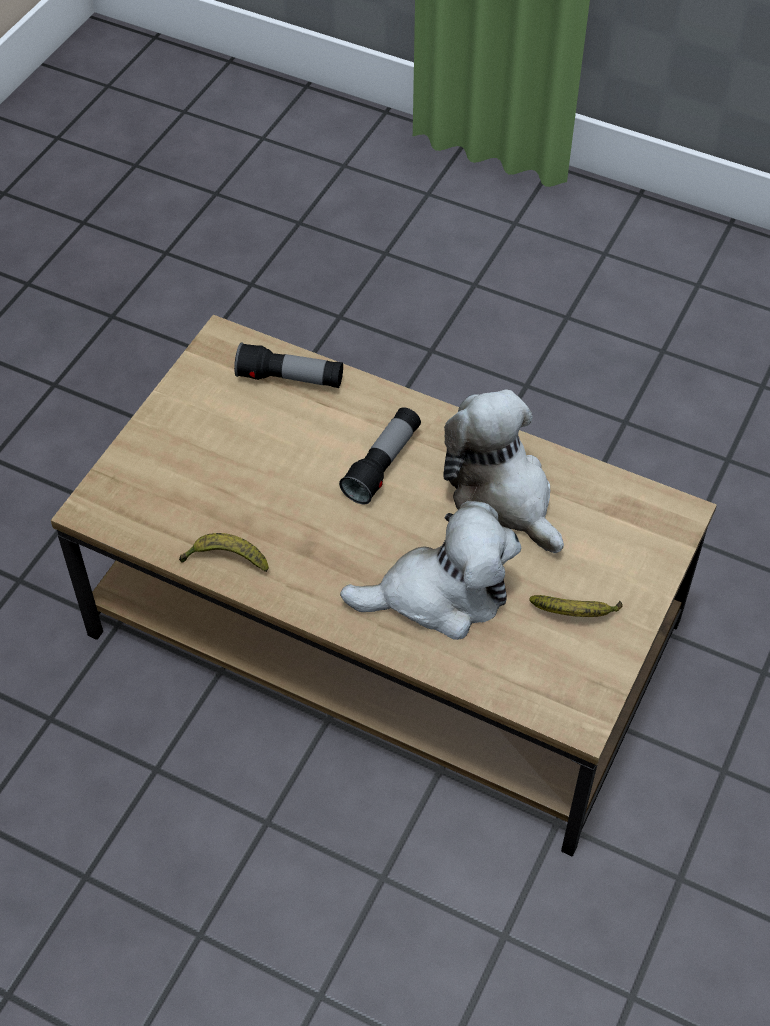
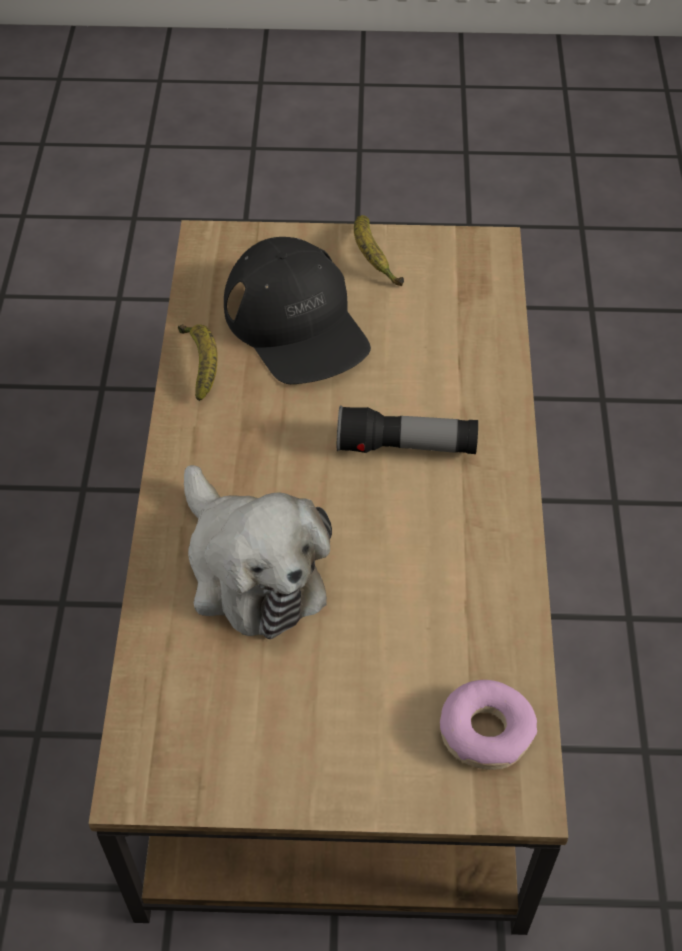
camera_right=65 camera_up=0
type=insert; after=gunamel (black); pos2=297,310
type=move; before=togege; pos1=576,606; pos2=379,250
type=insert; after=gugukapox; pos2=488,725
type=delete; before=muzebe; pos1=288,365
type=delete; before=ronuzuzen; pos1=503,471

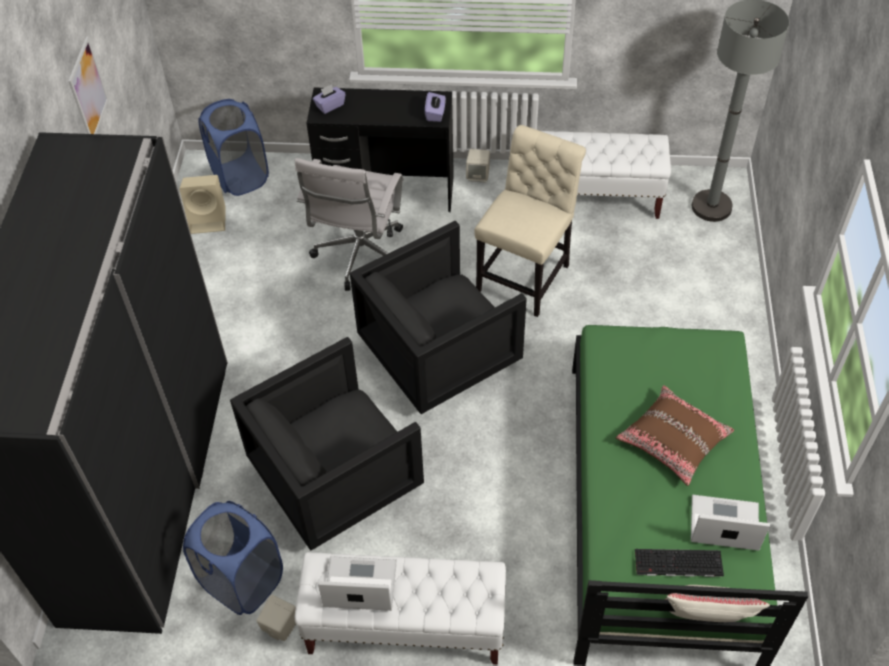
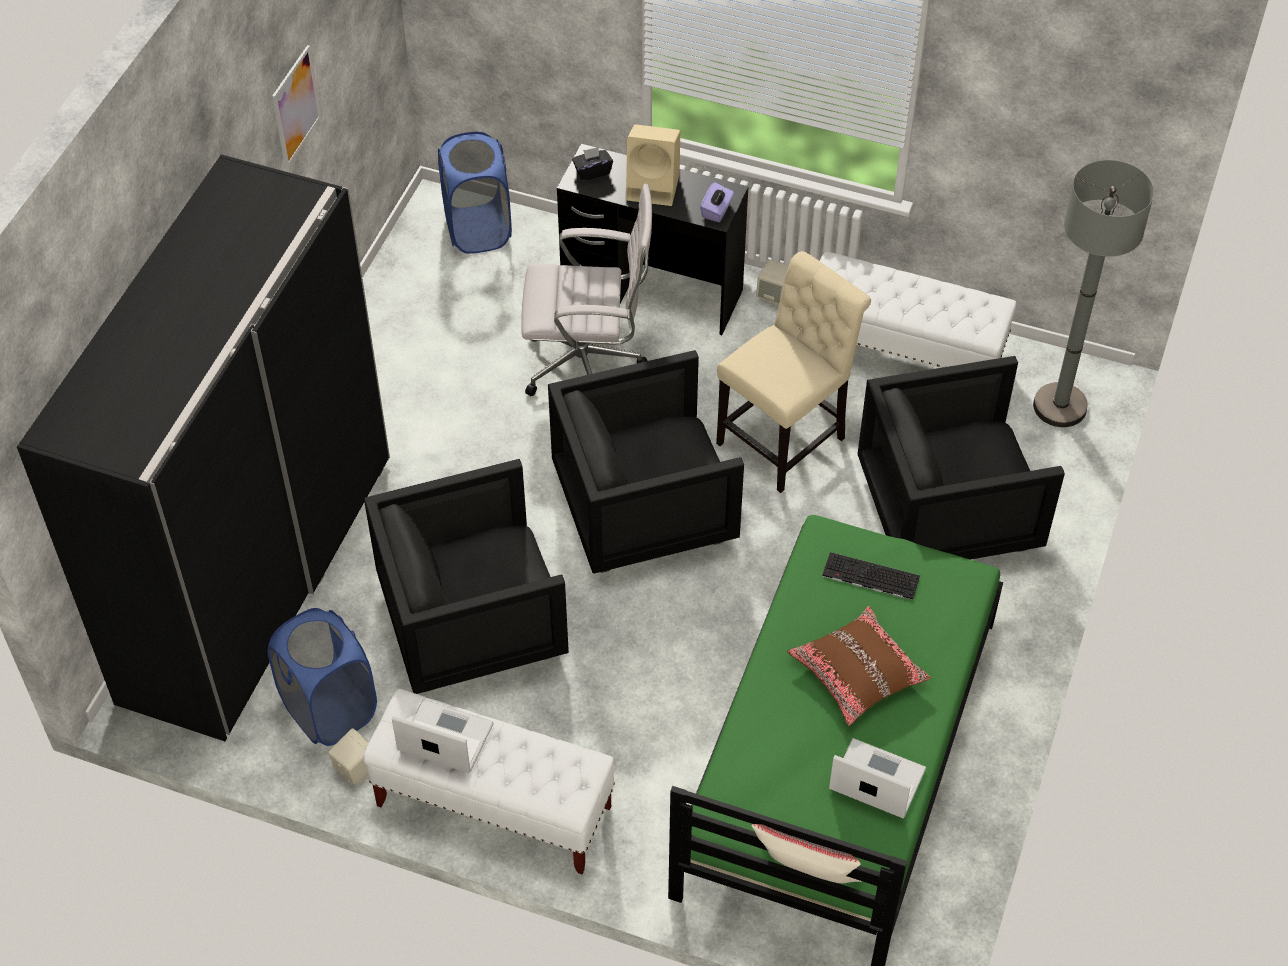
camera_right=15 camera_up=0
type=rotate; before=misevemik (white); pos1=349,224; pos2=587,290; turn=-120
type=recolor; before=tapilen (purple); after=tapilen (black); pos1=329,99; pos2=592,164
type=move; before=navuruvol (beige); pos1=202,204; pos2=653,165
type=move; before=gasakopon; pos1=679,563; pos2=871,576
type=insert; after=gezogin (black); pos2=961,458

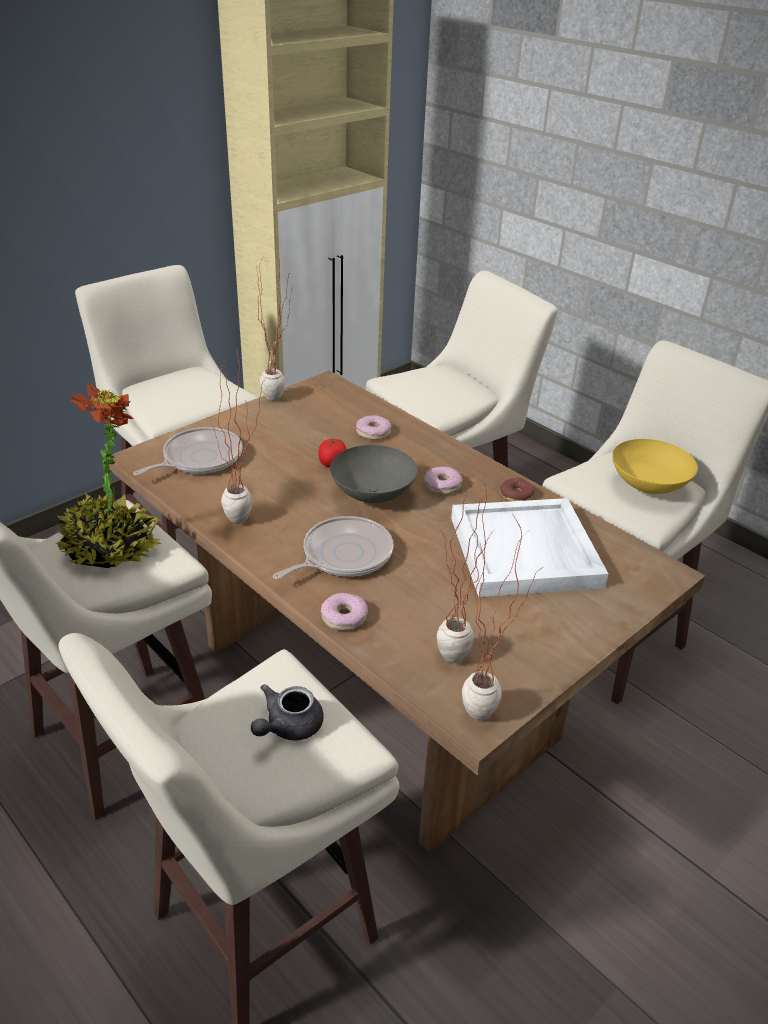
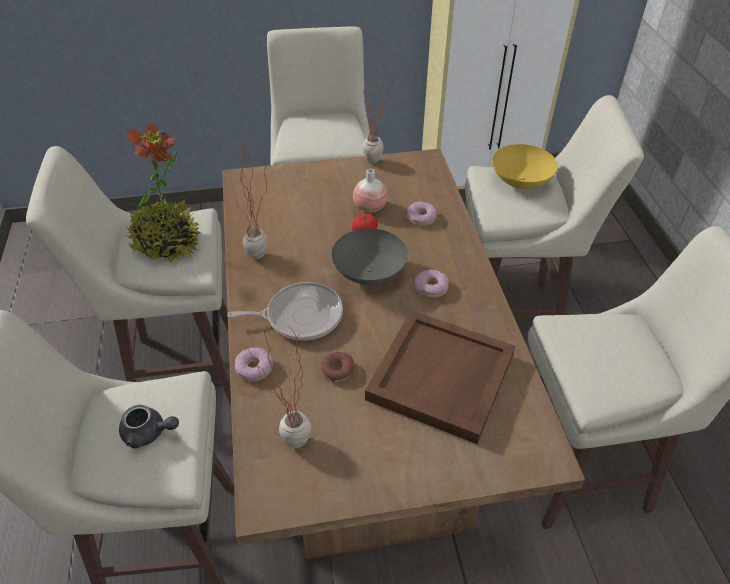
camera_right=35 camera_up=10
type=rotate; before=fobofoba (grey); pos1=287,712; pos2=149,426; turn=-150
type=move; before=gugukapox; pos1=517,490; pos2=337,367
type=insert; after=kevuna; pos2=370,191
type=recolor; before=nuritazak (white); after=nuritazak (brown); pos1=529,547; pos2=440,377
type=move; before=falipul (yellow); pos1=655,466; pos2=525,166
type=delete; before=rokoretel; pos1=188,451
type=delete; before=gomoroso; pos1=502,617

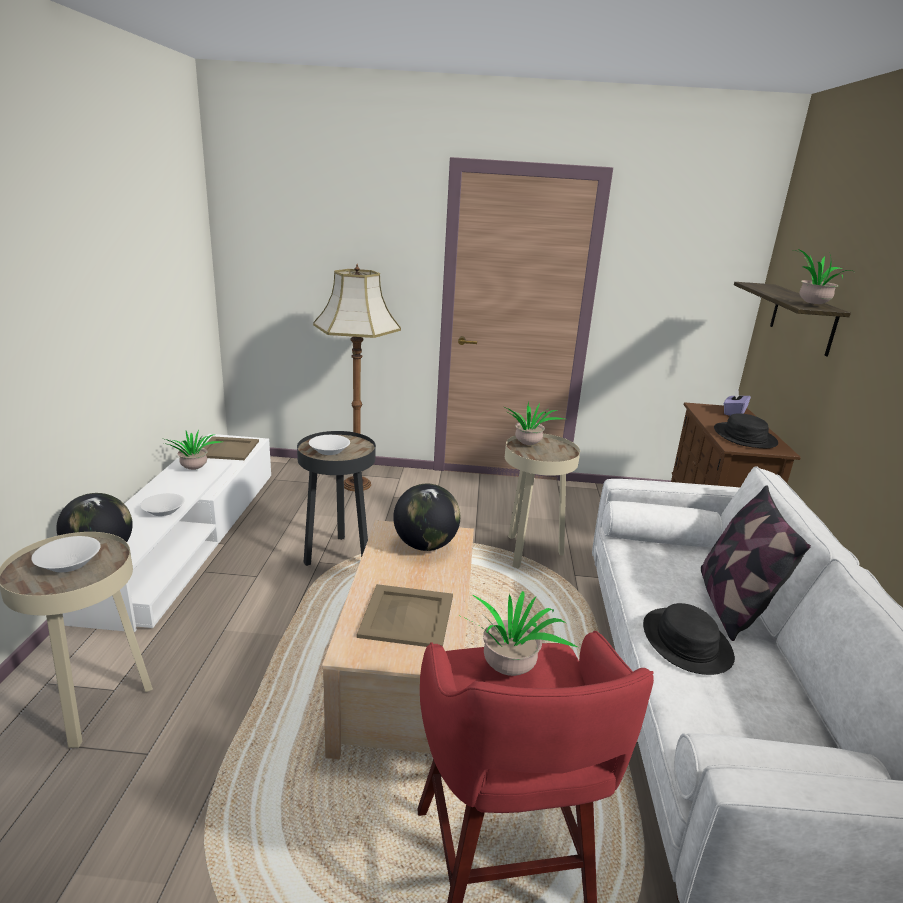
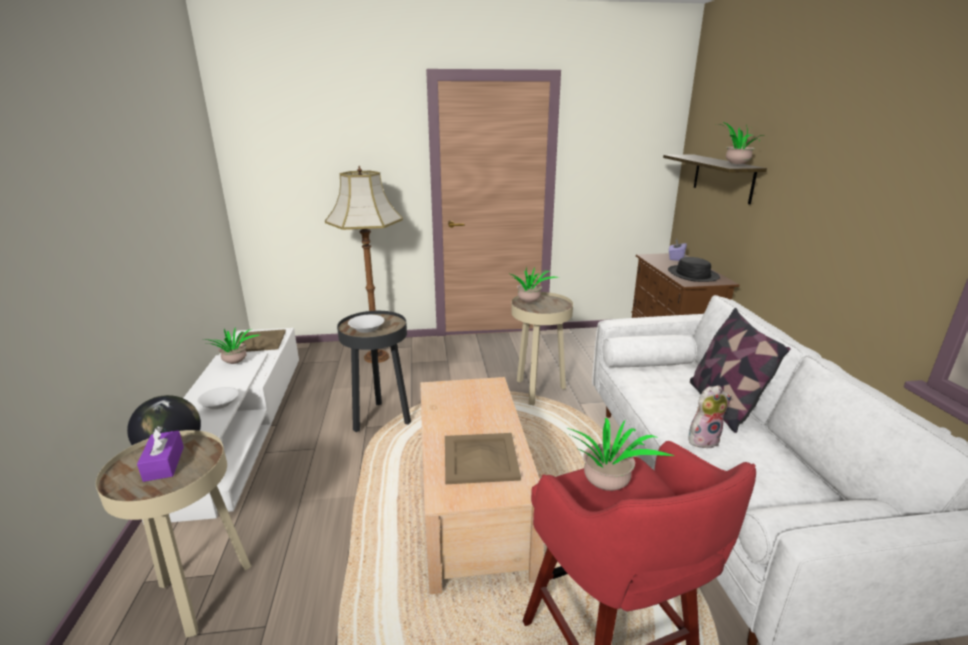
camera_right=-10 camera_up=0
type=replace; before=falipul (white); after=tapilen (purple); pos1=65,554; pos2=160,454
type=replace; before=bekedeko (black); after=ronuzuzen; pos1=689,639; pos2=710,417
type=delete; before=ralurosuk; pos1=426,517

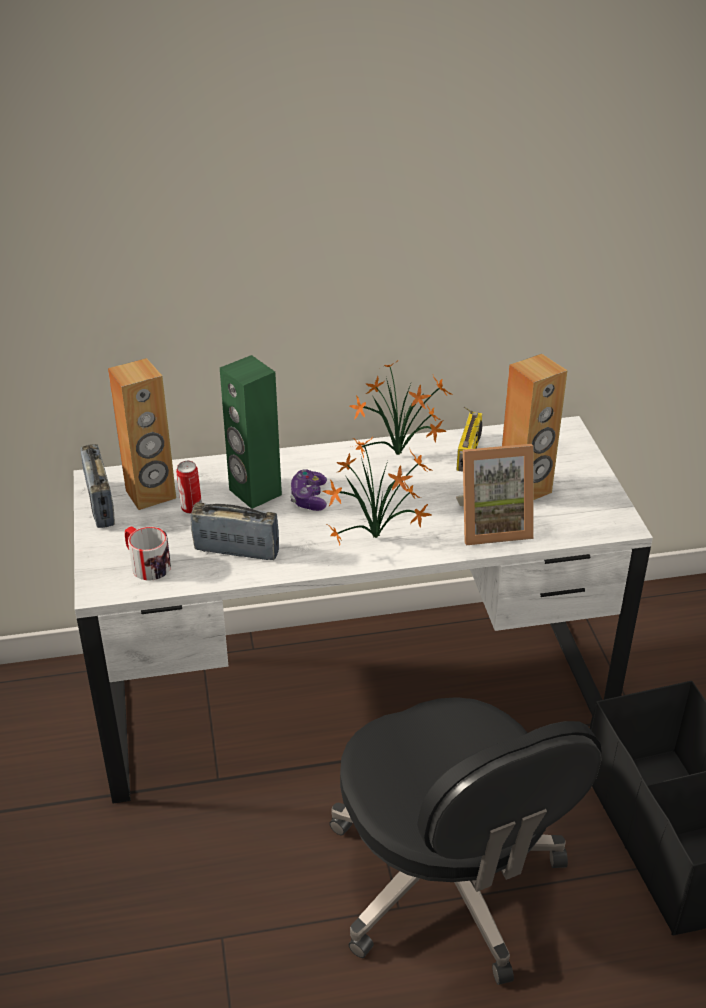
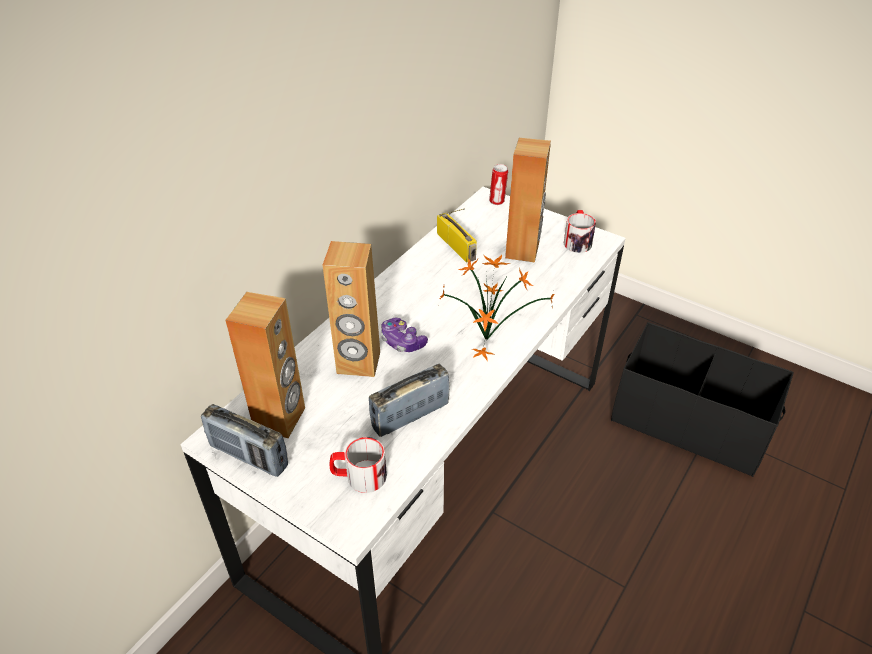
camera_right=-45 camera_up=5
type=recolor; before=navuruvol (green); after=navuruvol (brown); pos1=251,432; pos2=351,309
type=move; before=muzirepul; pos1=189,487; pos2=498,184
type=insert; after=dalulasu; pos2=580,231
type=delete; before=misevemik (black); pos1=465,841
type=delete; before=gomoroso; pos1=401,409
type=delete; before=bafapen; pos1=495,494

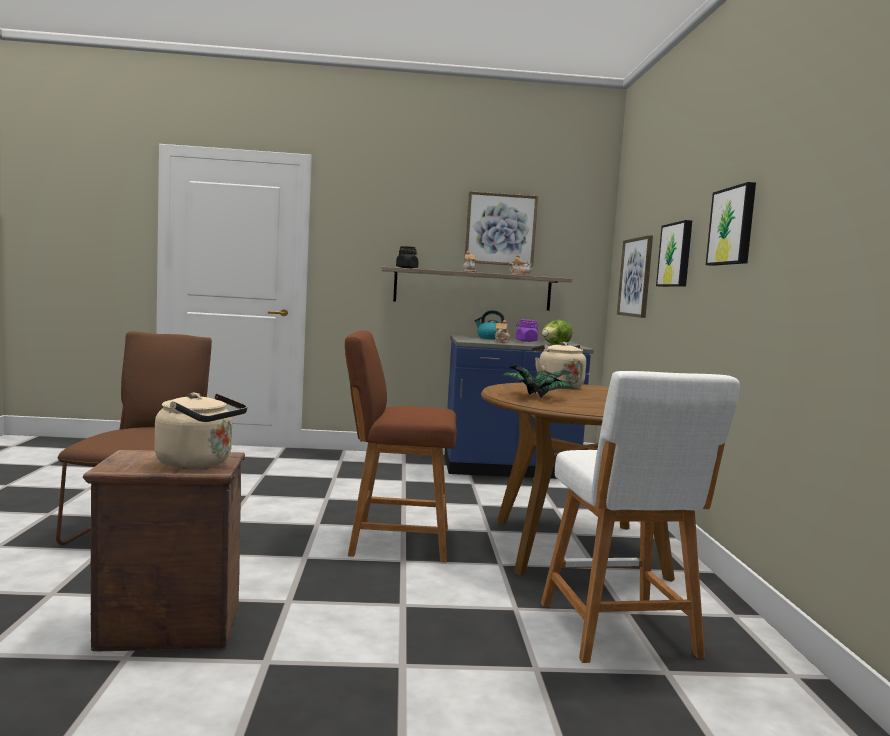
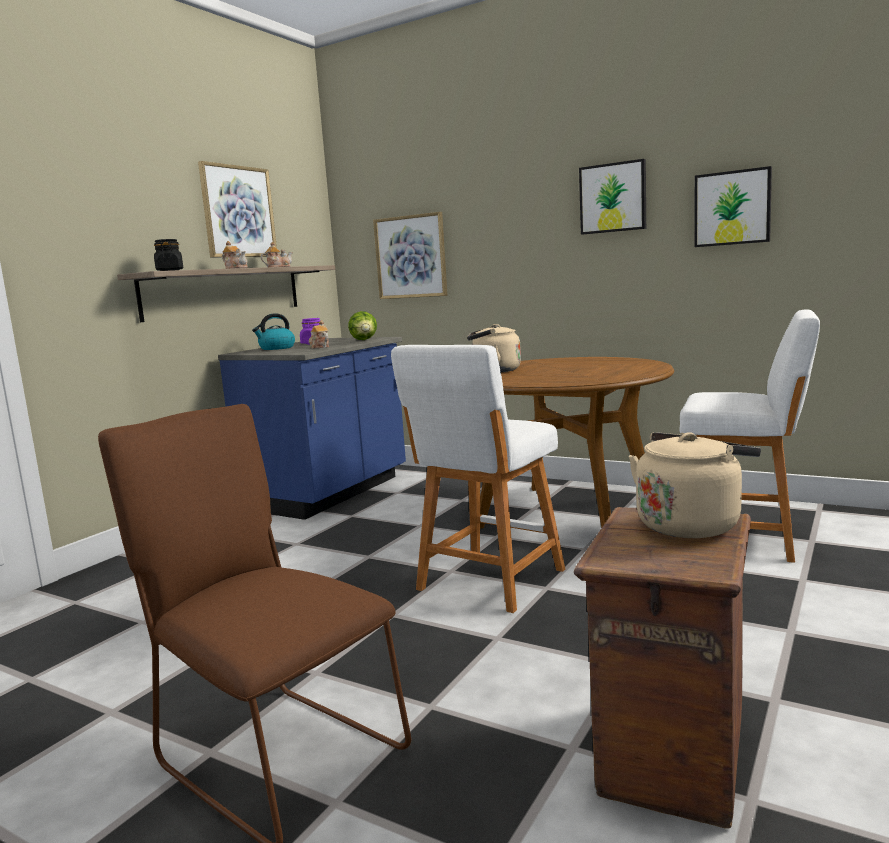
camera_right=-55 camera_up=5
type=recolor; before=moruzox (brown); after=moruzox (white); pos1=401,446; pos2=478,479
type=move; before=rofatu; pos1=674,253; pos2=733,206
type=delete; before=gomoroso; pos1=538,382

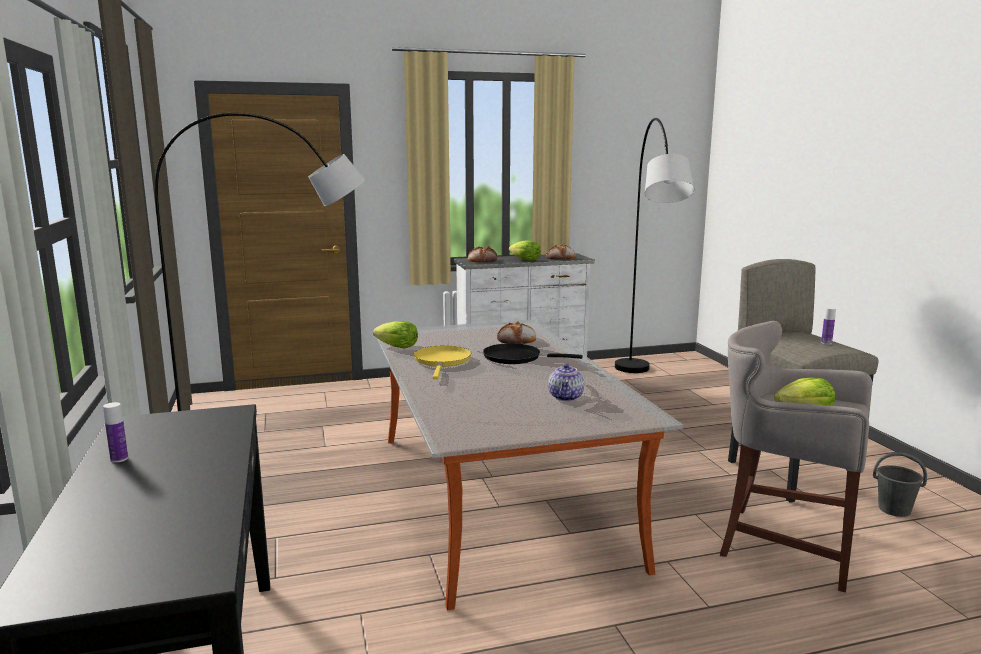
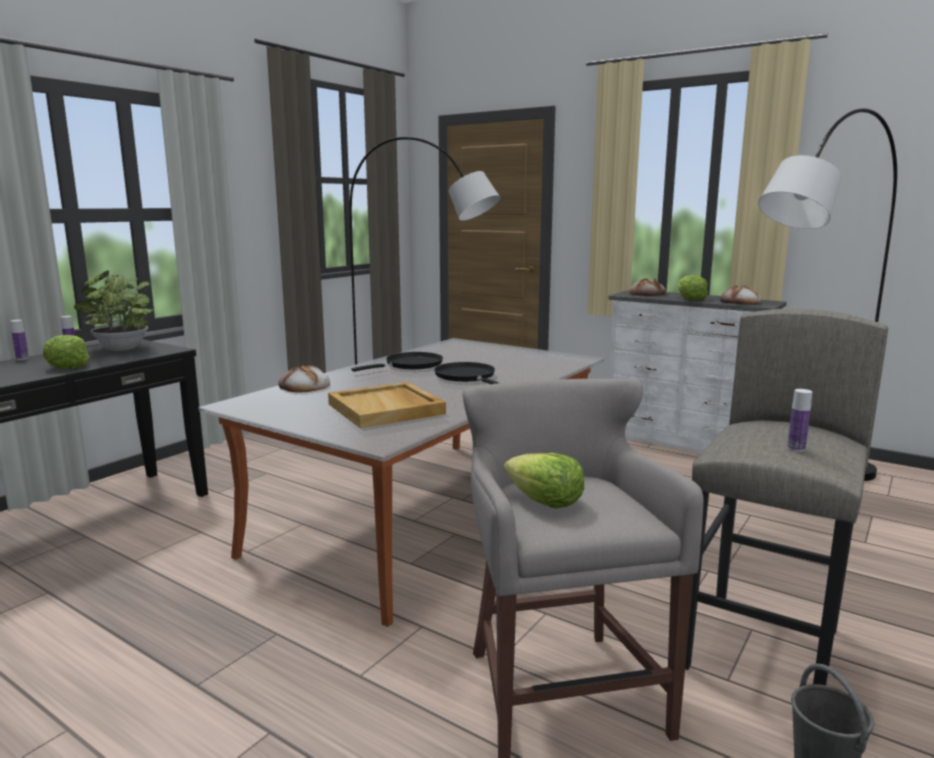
camera_right=50 camera_up=0
type=insert; after=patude; pos2=19,340
type=move; before=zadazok; pos1=395,335; pos2=66,352
type=insert; after=gomoroso; pos2=113,311
type=move; before=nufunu; pos1=516,332; pos2=304,378
type=replace; before=fobofoba; after=nuritazak (beige); pos1=566,382; pos2=387,405
type=recolor; before=rokoretel (yellow); after=rokoretel (black); pos1=442,362; pos2=397,362

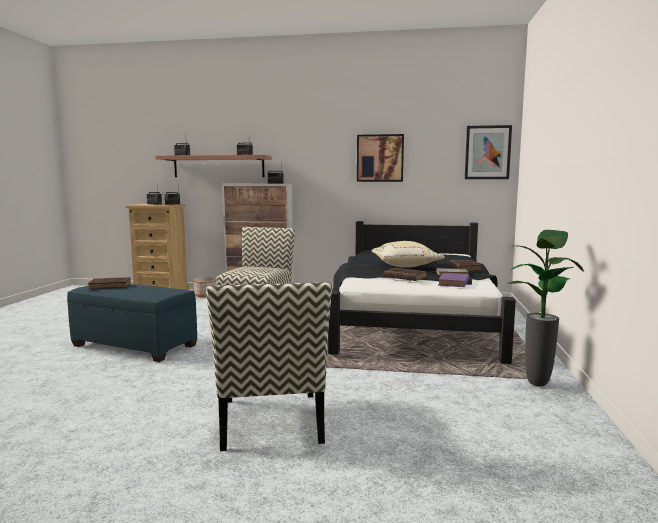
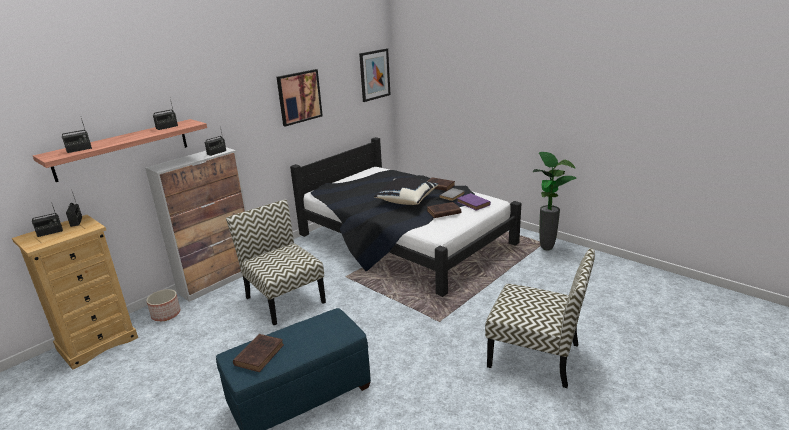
camera_right=-55 camera_up=15
type=recolor; before=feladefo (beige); after=feladefo (black); pos1=408,254; pos2=406,191

